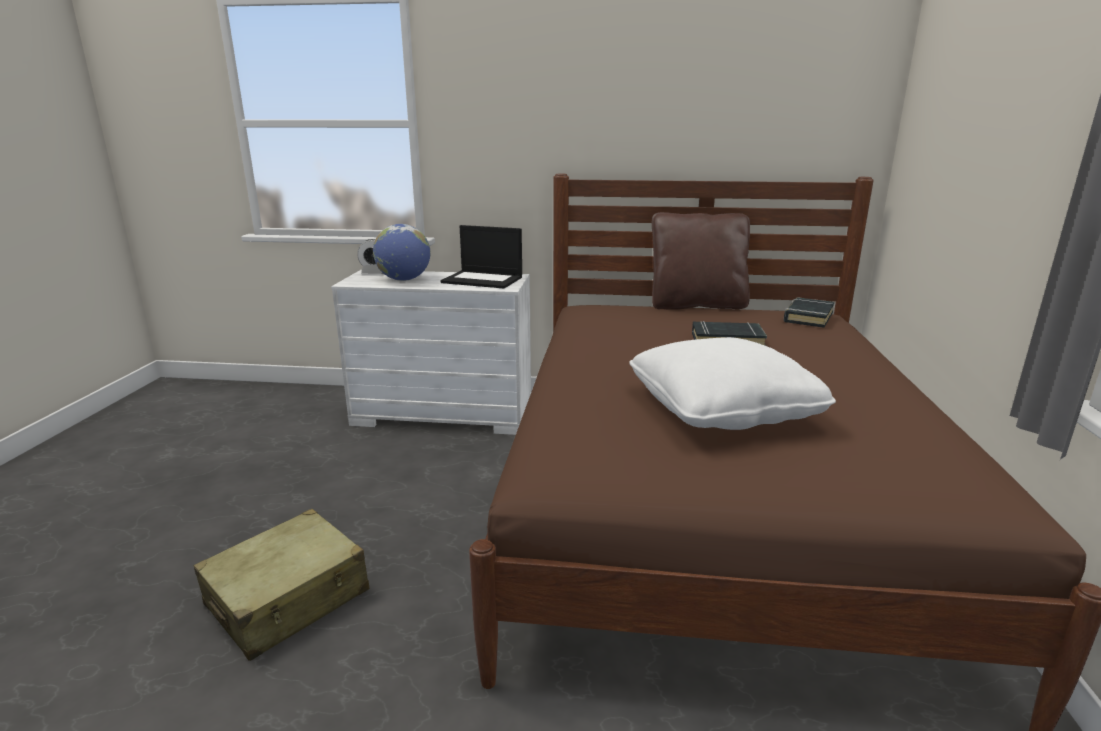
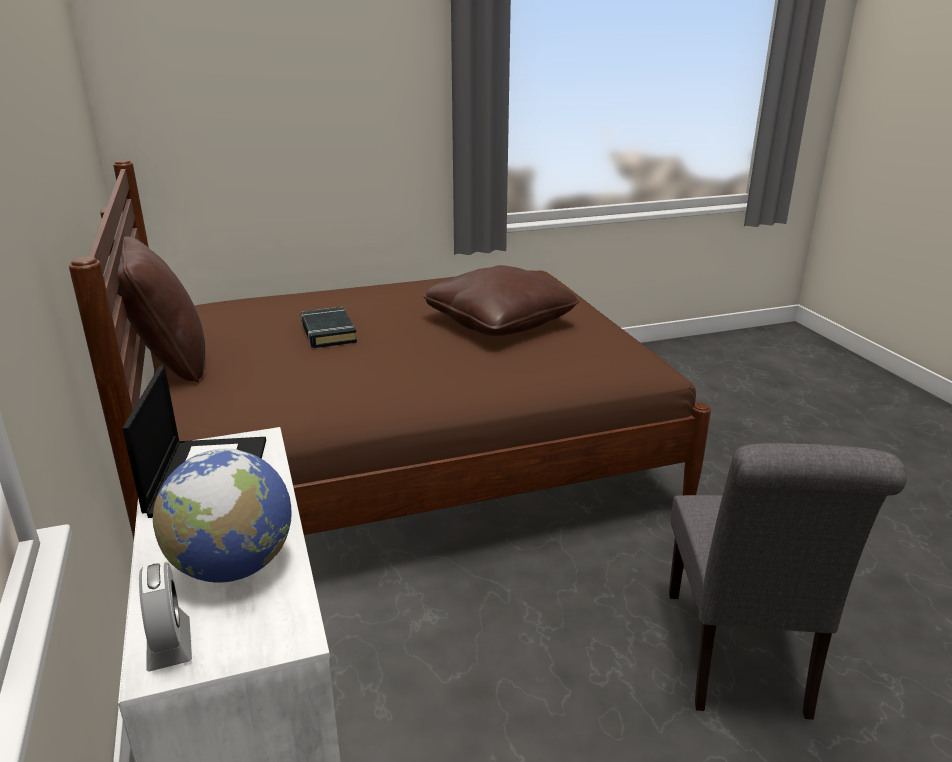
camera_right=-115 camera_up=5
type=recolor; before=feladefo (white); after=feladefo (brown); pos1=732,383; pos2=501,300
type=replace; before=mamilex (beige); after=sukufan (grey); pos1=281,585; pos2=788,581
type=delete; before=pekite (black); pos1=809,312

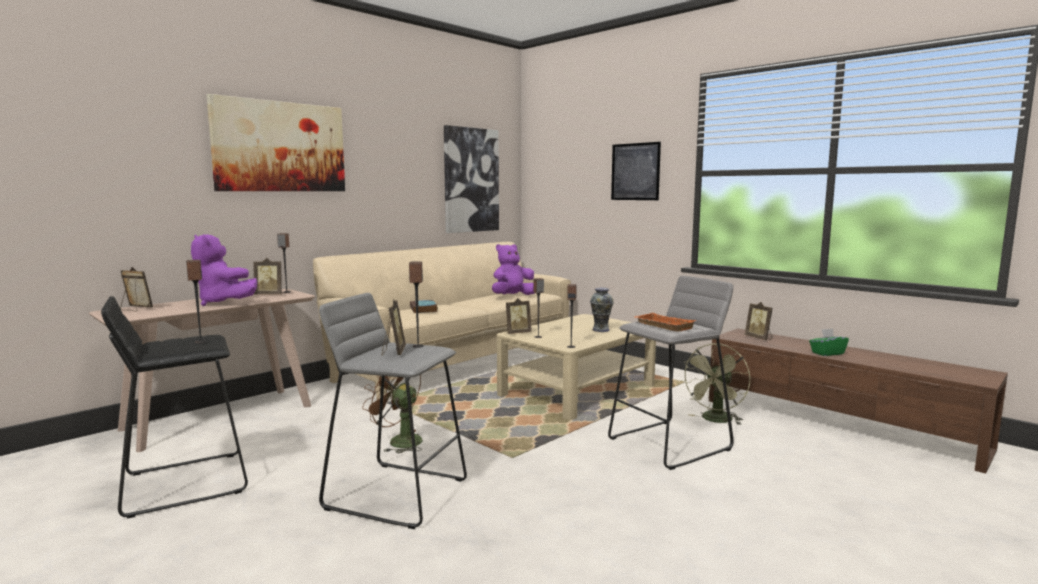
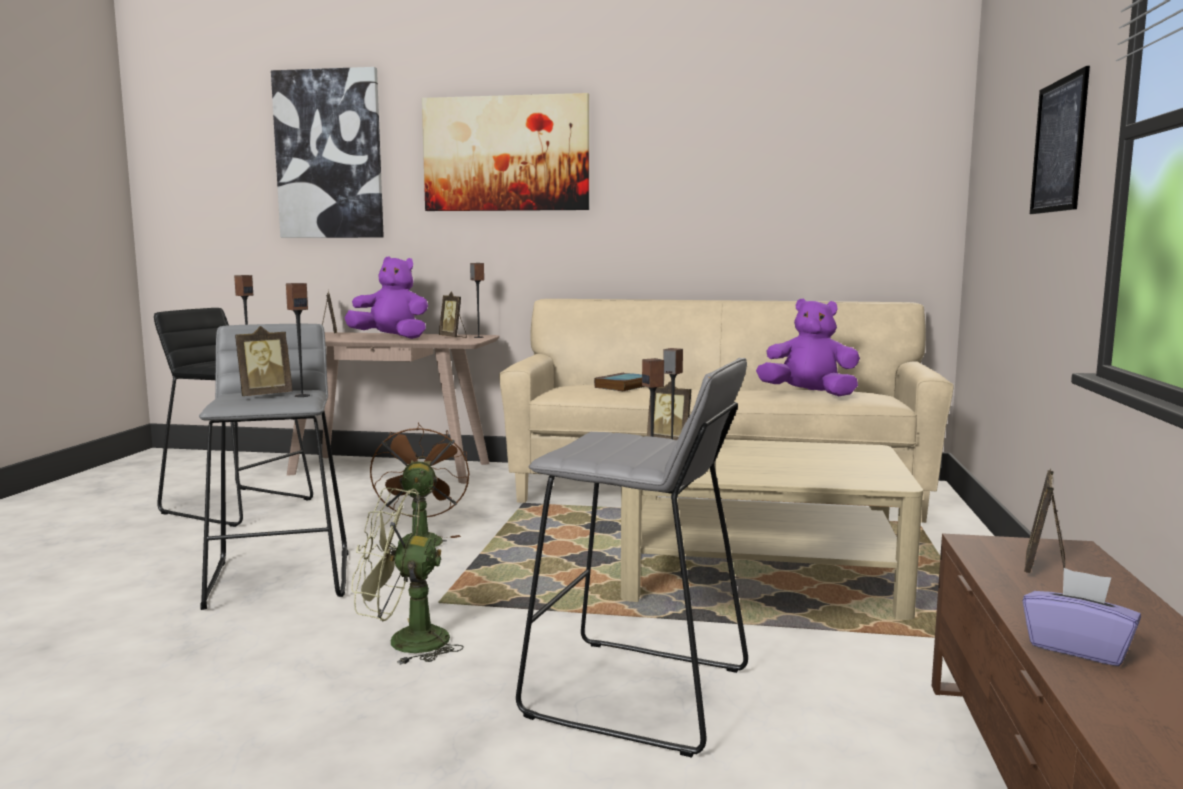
camera_right=55 camera_up=0
type=move; before=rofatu; pos1=471,179; pos2=327,152
type=rotate; before=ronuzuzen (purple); pos1=224,270; pos2=386,298; turn=105
type=move; before=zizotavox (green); pos1=716,384; pos2=408,576
type=recolor; before=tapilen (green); after=tapilen (purple); pos1=829,342; pos2=1082,617
type=delete; before=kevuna; pos1=602,310
type=delete; before=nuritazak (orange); pos1=666,322

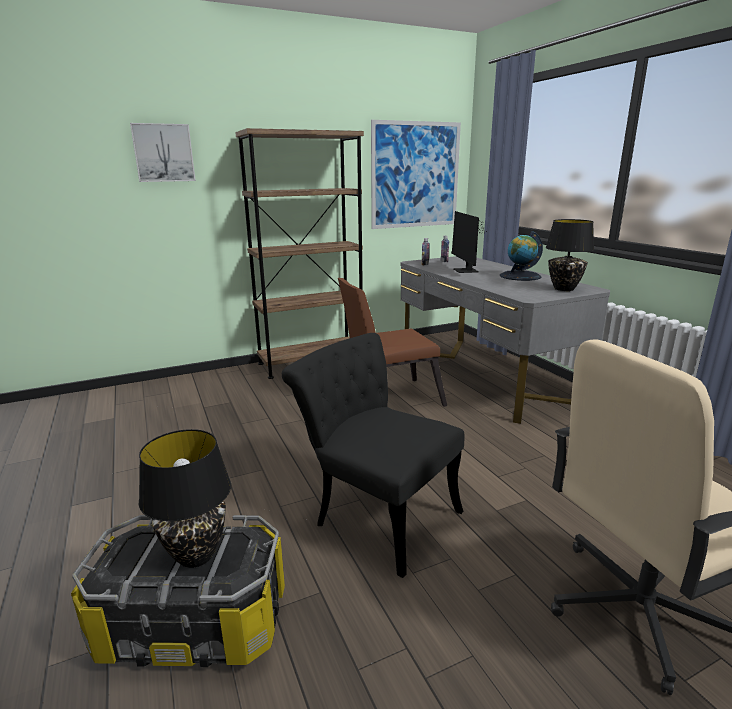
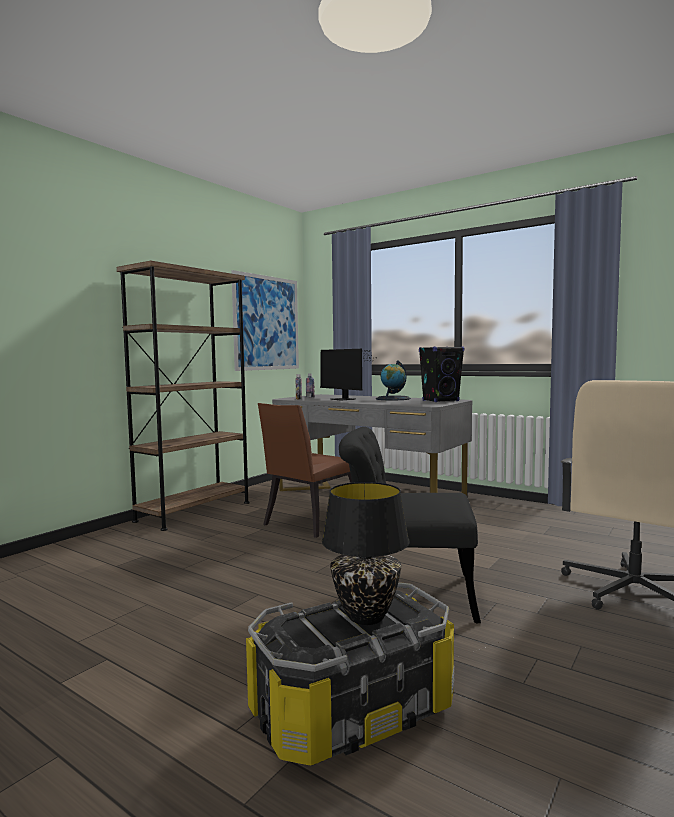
camera_right=-30 camera_up=-15
type=replace; before=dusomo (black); after=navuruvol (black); pos1=570,255; pos2=441,374
type=delete; before=rofatu; pos1=163,152

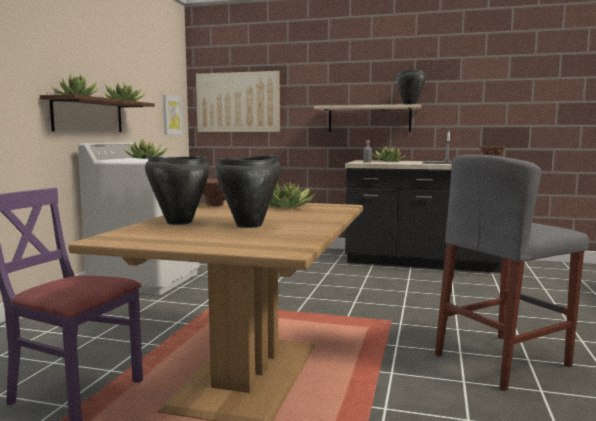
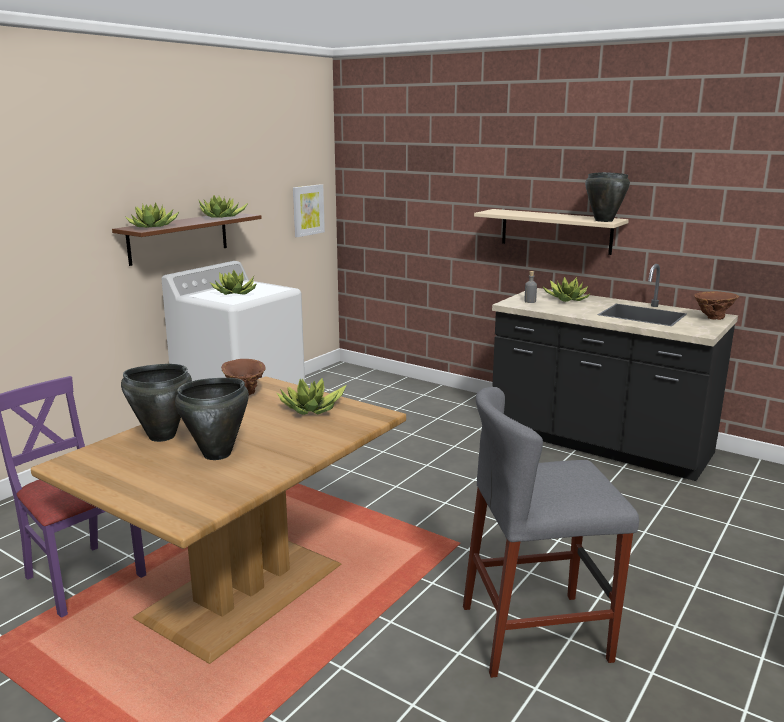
camera_right=20 camera_up=10
type=delete; before=rofatu; pos1=238,101

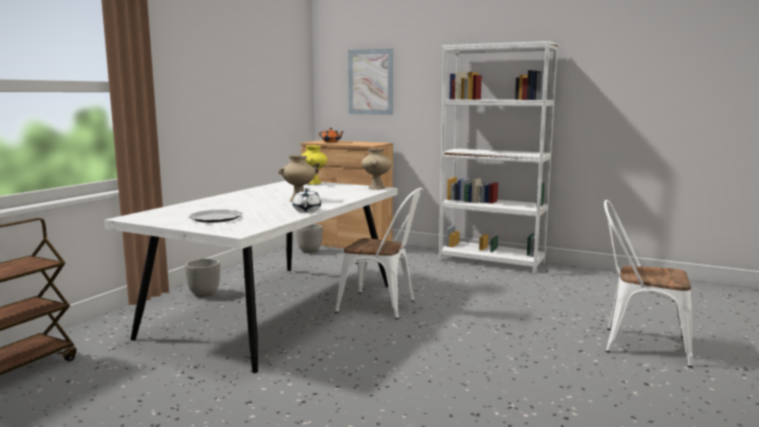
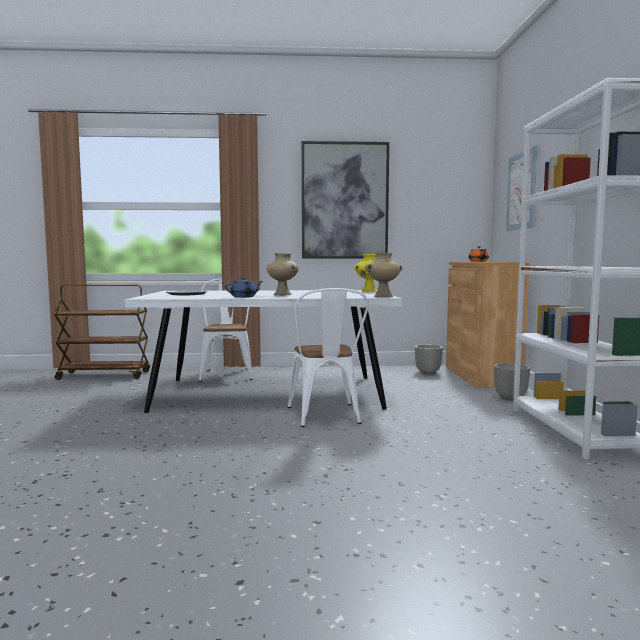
camera_right=60 camera_up=-5
type=move; before=sukufan (white); pos1=648,284; pos2=226,330
type=recolor; before=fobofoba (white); after=fobofoba (blue); pos1=307,200; pos2=244,287
type=insert; after=rofatu; pos2=345,200
type=move; before=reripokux; pos1=202,278; pos2=512,382

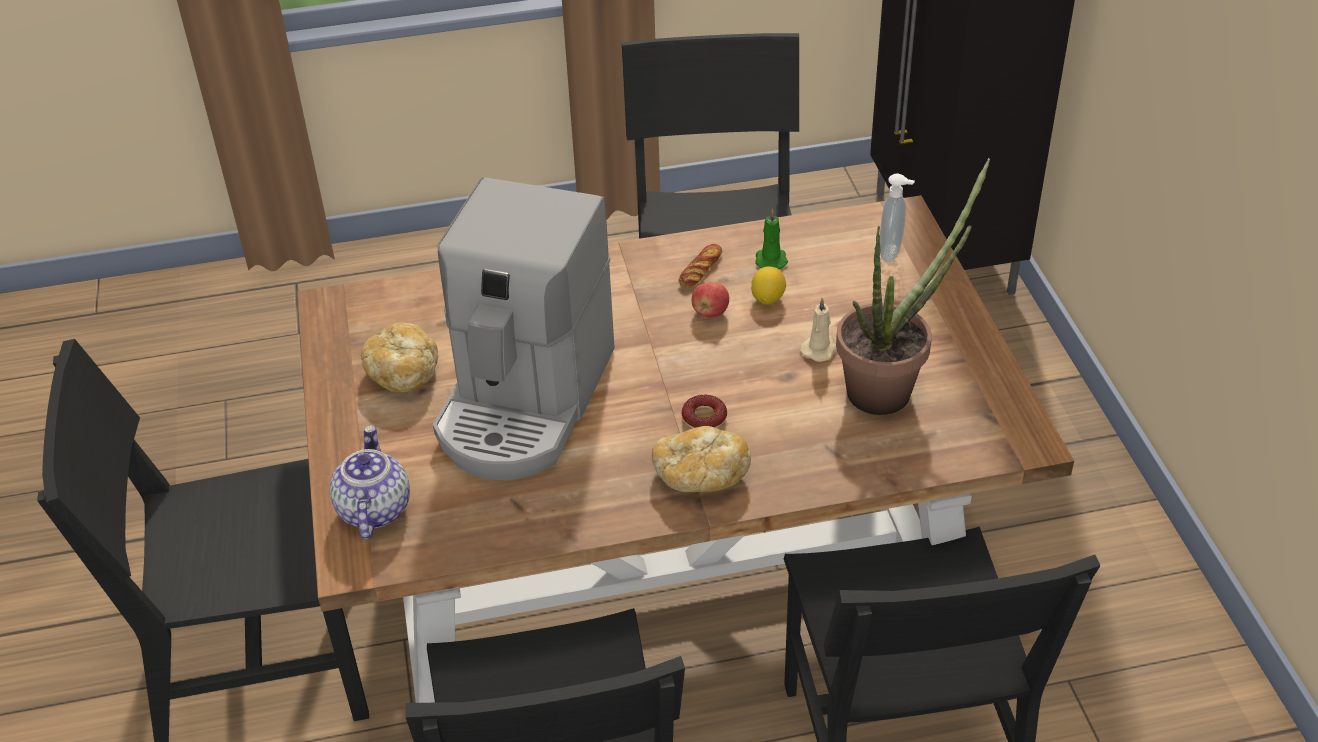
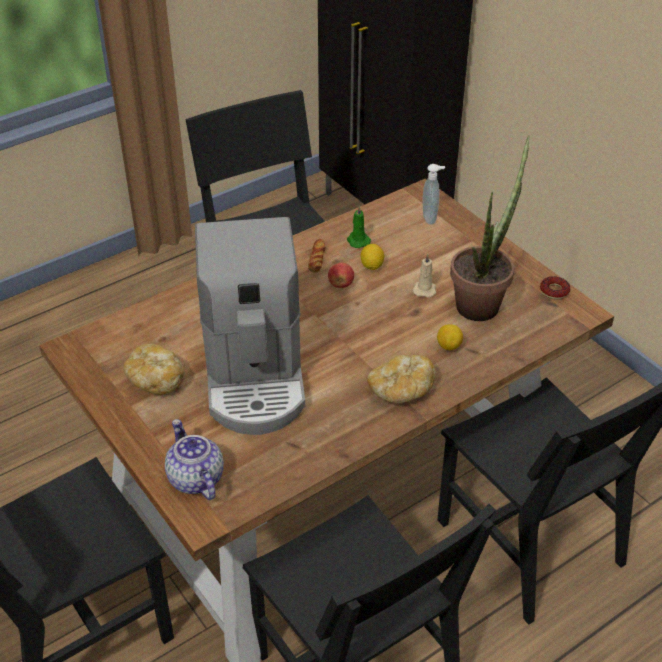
camera_right=-25 camera_up=0
type=insert; after=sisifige; pos2=450,337
type=move; before=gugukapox; pos1=704,411; pos2=555,287

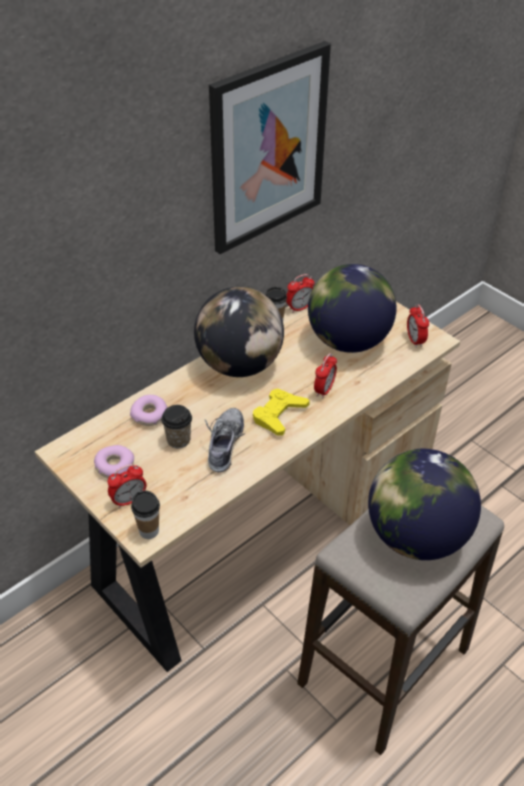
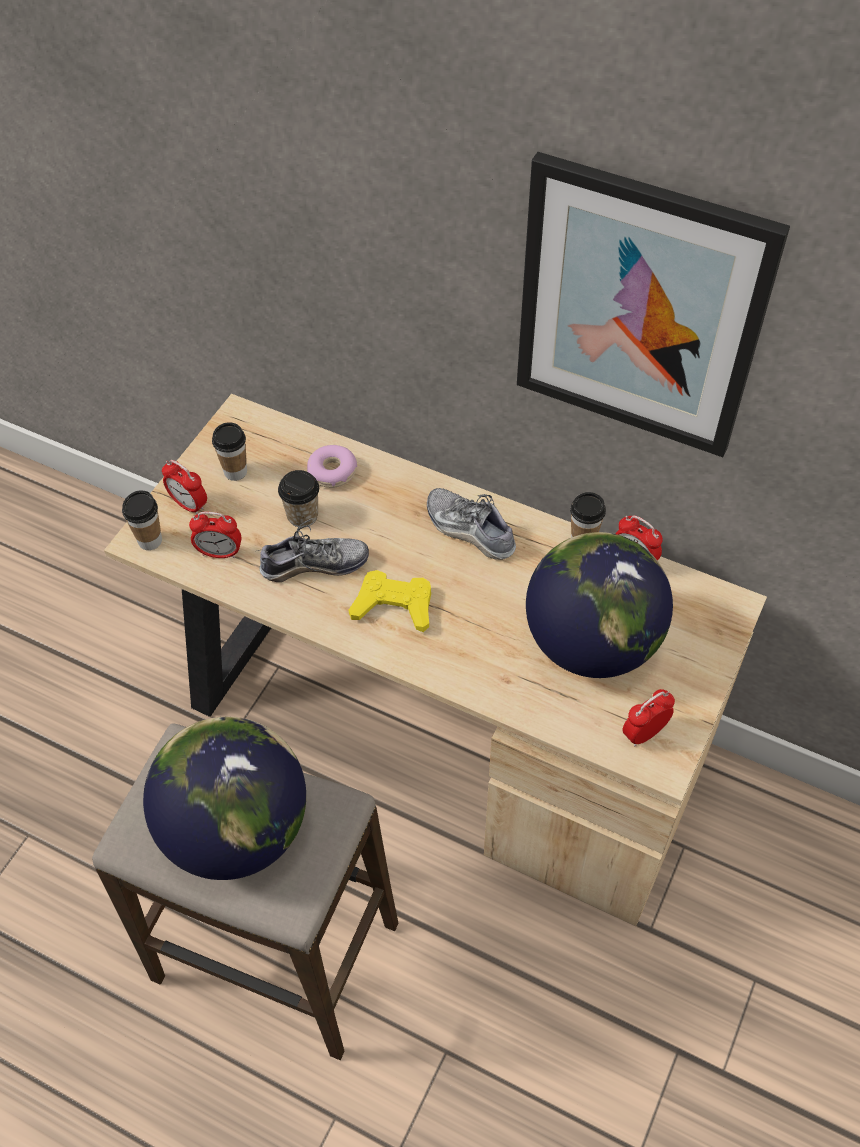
camera_right=70 camera_up=10
type=move; before=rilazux; pos1=325,375; pos2=215,535
type=replace; before=gugukapox; after=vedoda; pos1=114,461; pos2=229,451
type=replace; before=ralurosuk; after=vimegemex; pos1=239,332; pos2=471,524

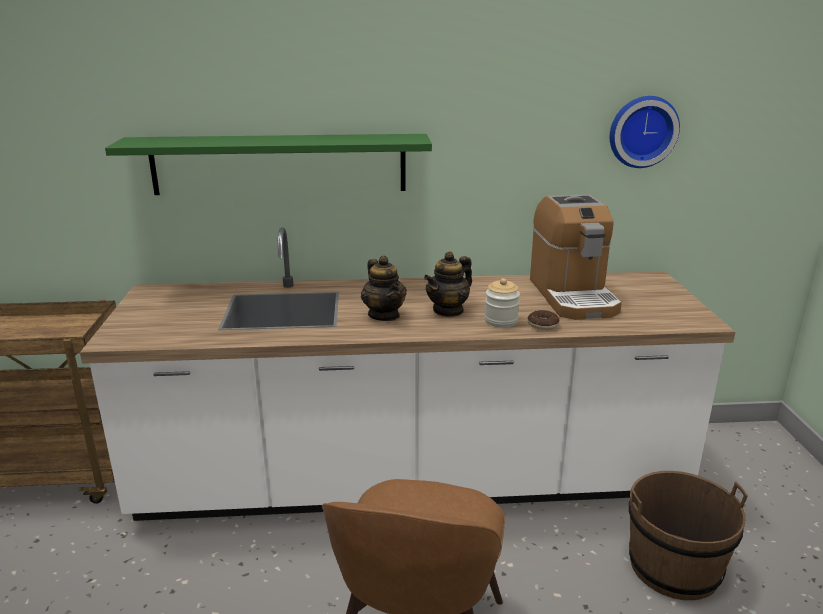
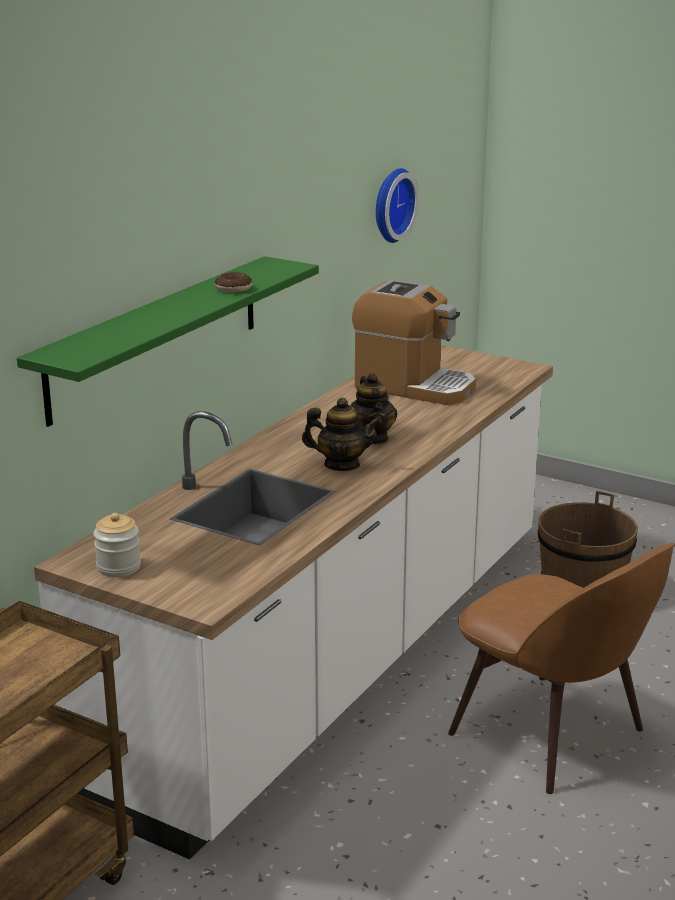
camera_right=-55 camera_up=0
type=move; before=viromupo; pos1=502,302; pos2=117,545
type=move; before=gugukapox; pos1=544,320; pos2=233,282

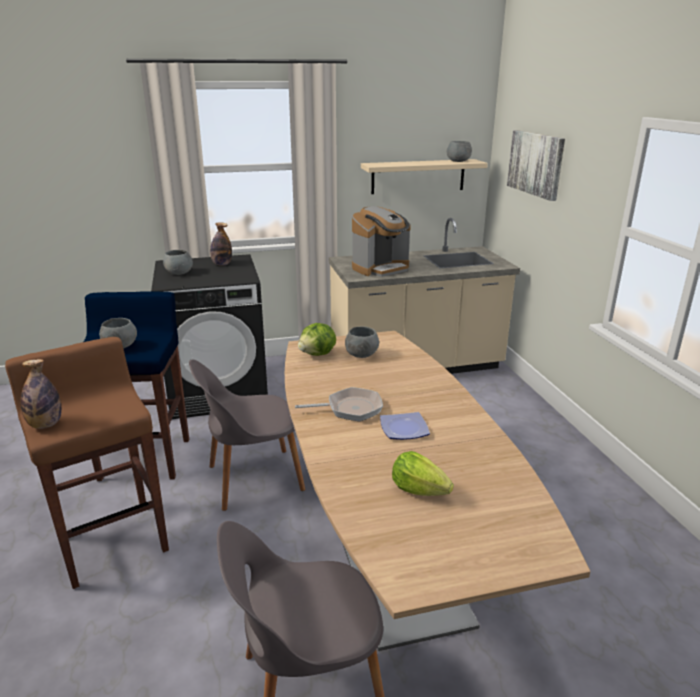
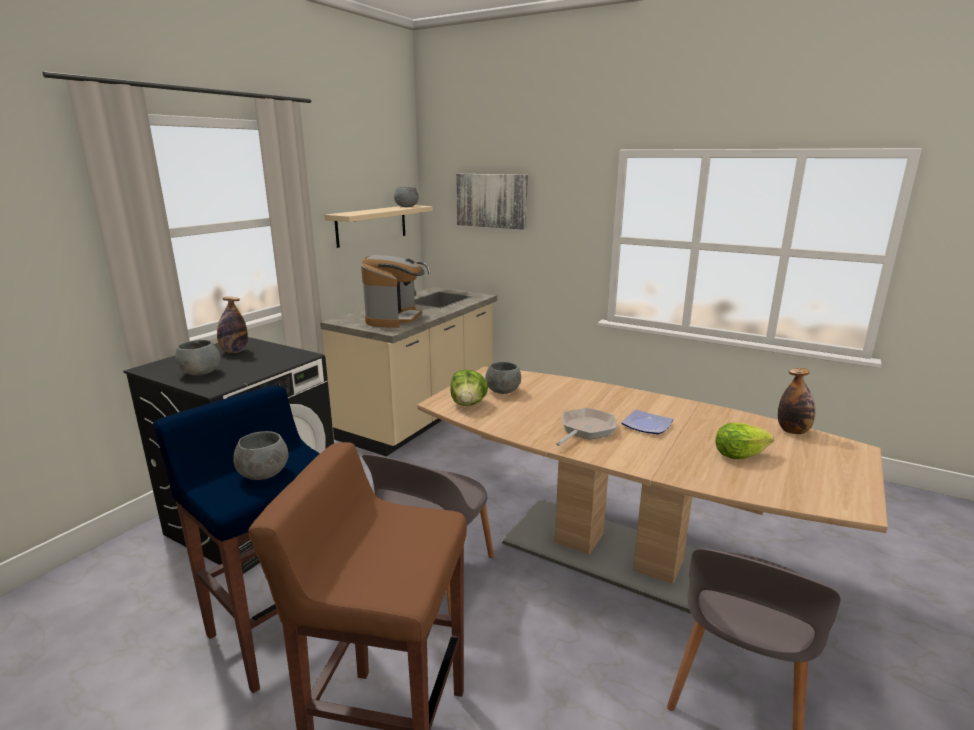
camera_right=-45 camera_up=-5
type=move; before=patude; pos1=41,394; pos2=796,401

